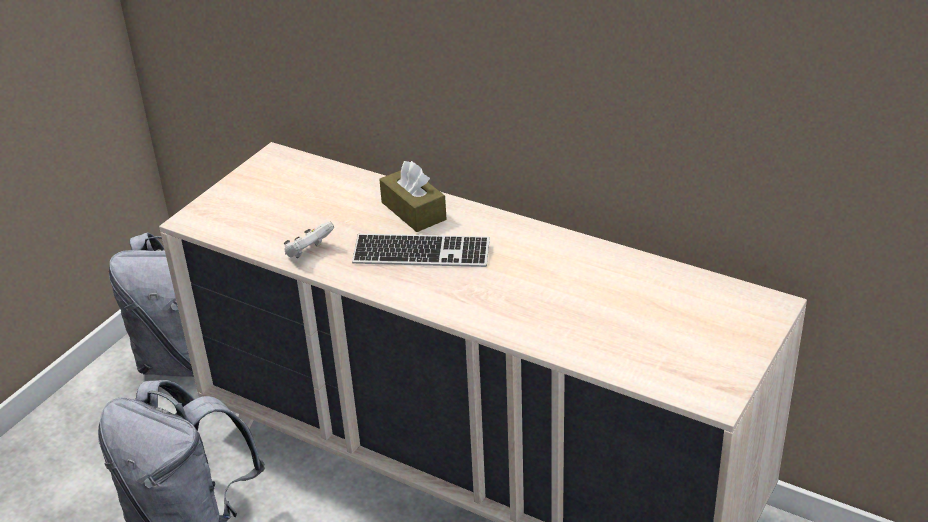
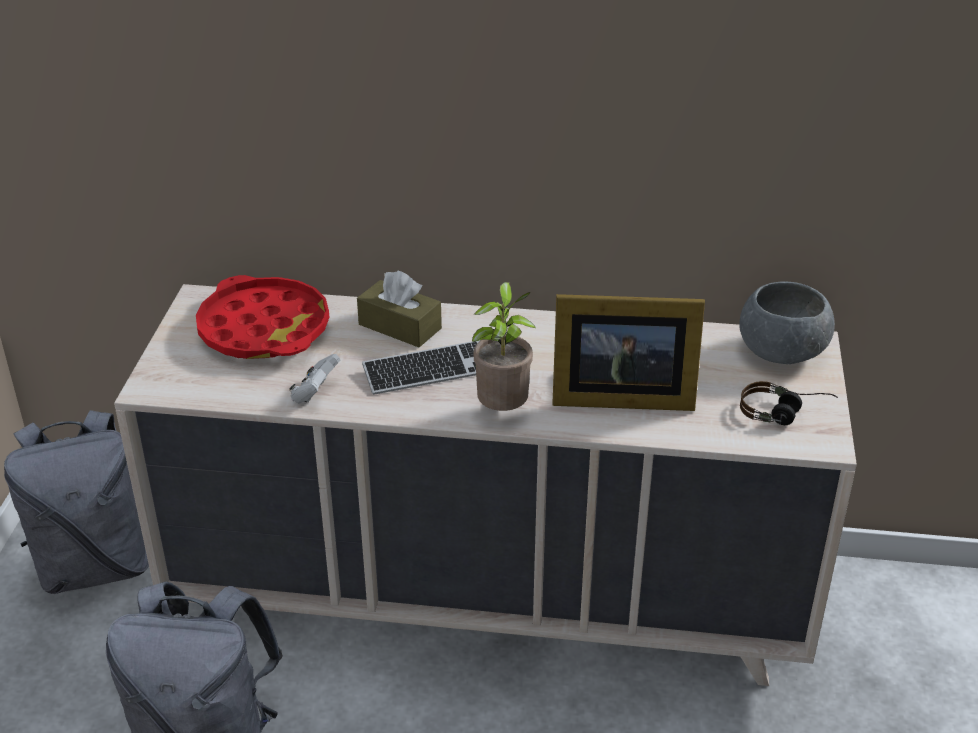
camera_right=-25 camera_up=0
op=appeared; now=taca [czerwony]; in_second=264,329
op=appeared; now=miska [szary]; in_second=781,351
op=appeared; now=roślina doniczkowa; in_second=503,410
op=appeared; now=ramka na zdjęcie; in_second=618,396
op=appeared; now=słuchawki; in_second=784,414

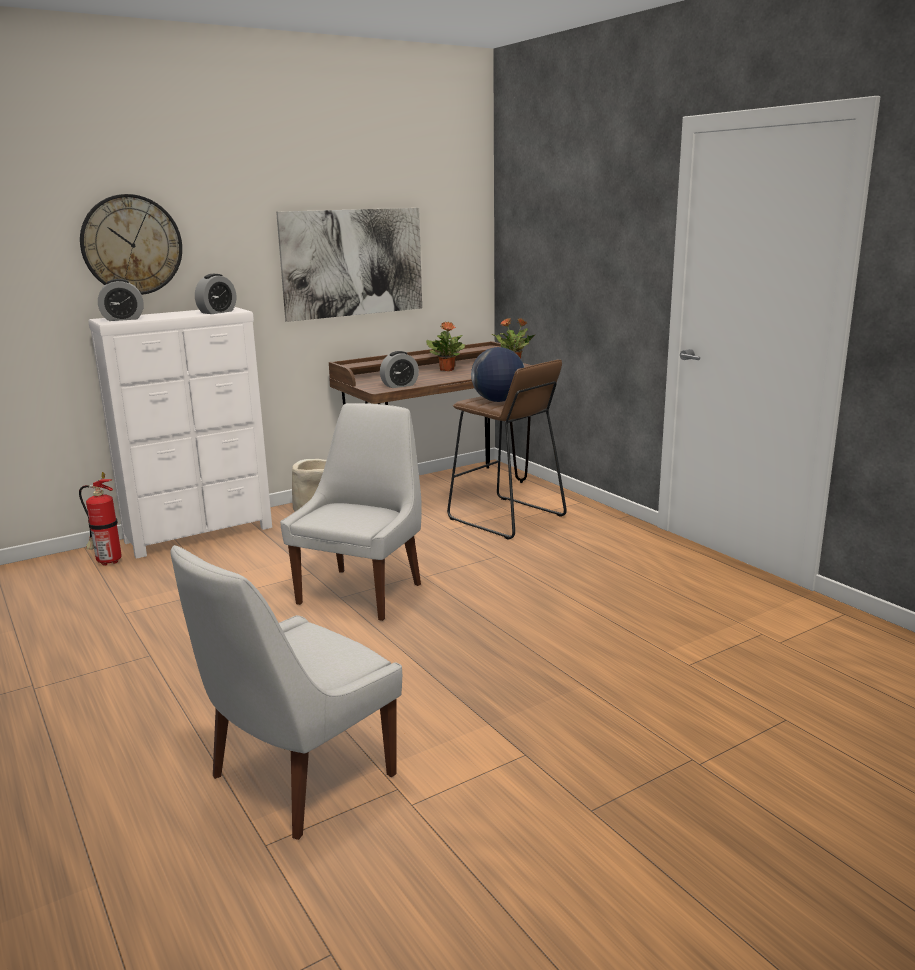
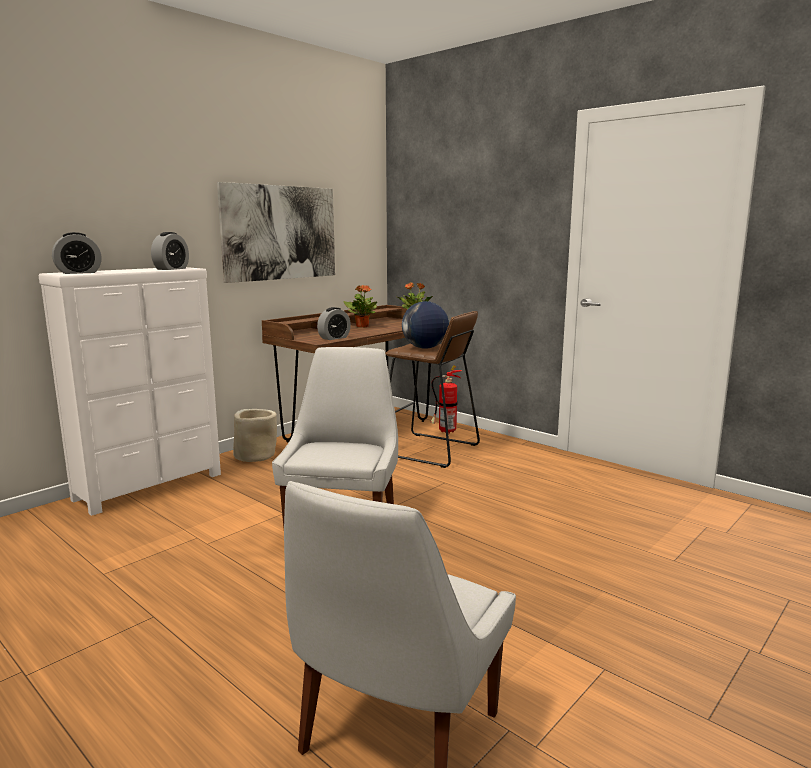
camera_right=-15 camera_up=-5
op=missing; was=zegar ścienny; in_first=131,245
op=relocated; was=gaśnica; in_first=106,562; in_second=445,432

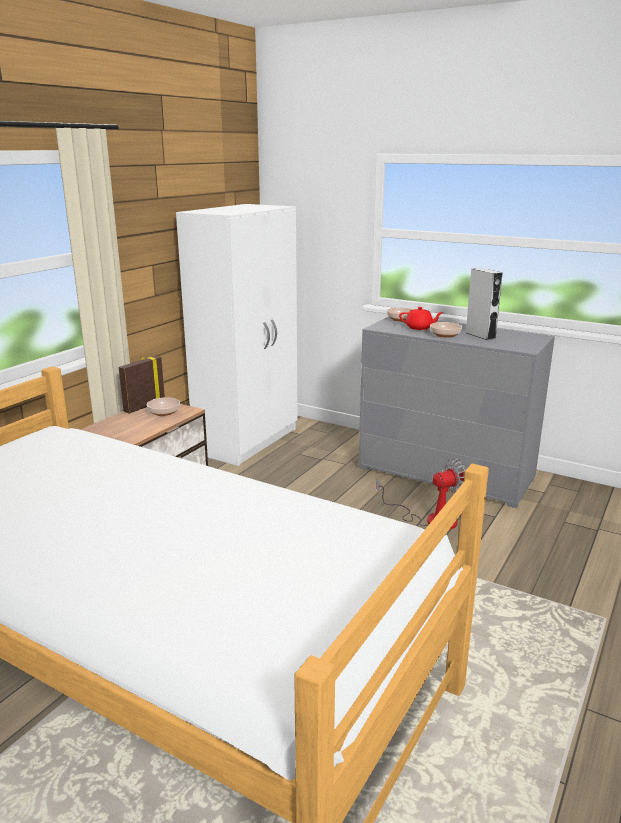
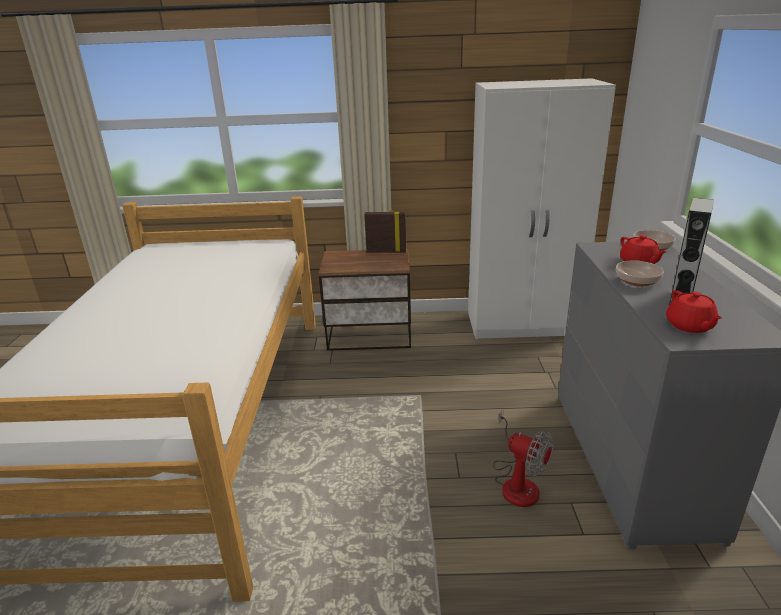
camera_right=60 camera_up=5
op=missing; was=miska; in_first=164,412
op=appeared; now=imbryk [czerwony]; in_second=690,326

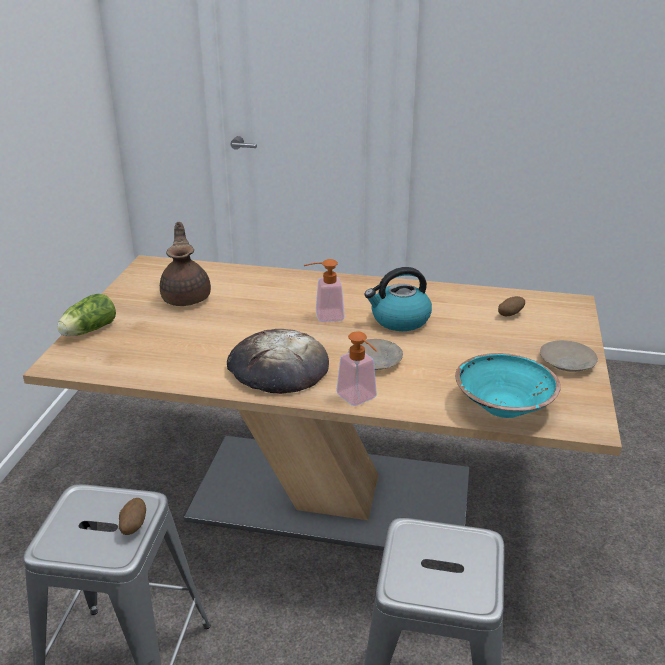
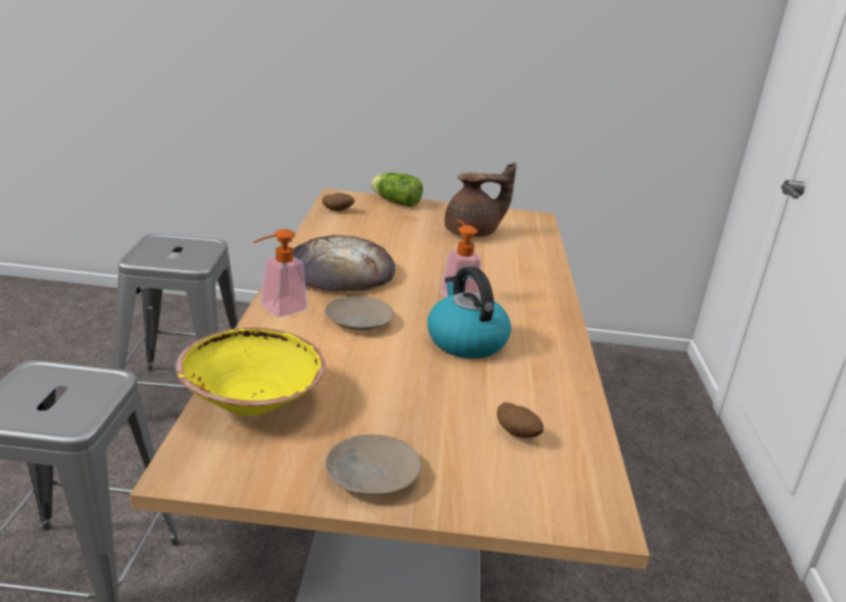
camera_right=80 camera_up=-5
op=colour; was=miska [turkusowy]; now=miska [żółty]; in_first=503,406; in_second=251,400
op=relocated; was=ziemniak; in_first=133,526; in_second=338,211

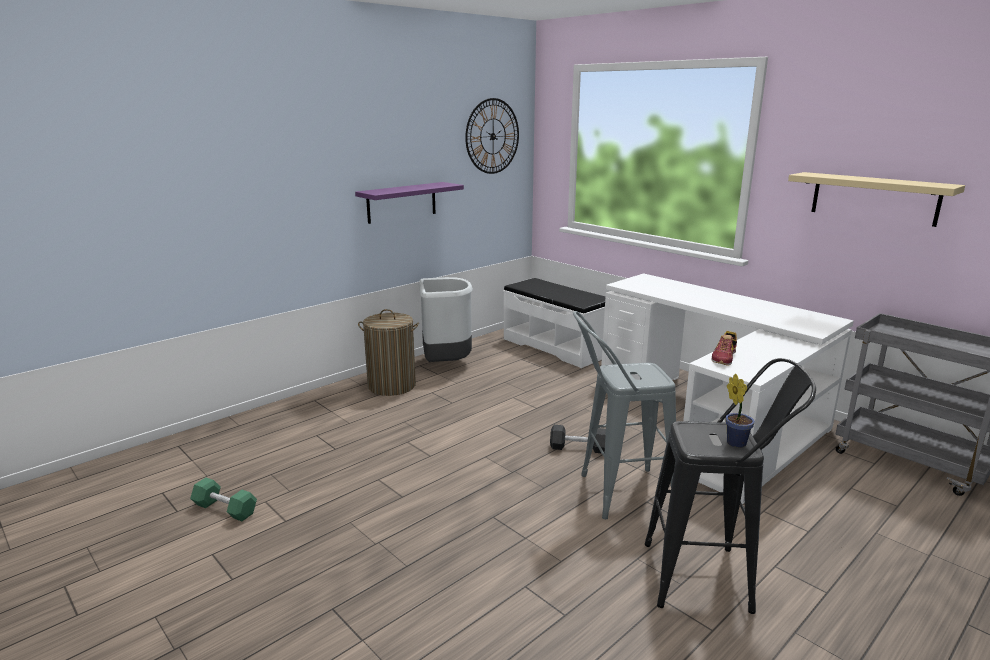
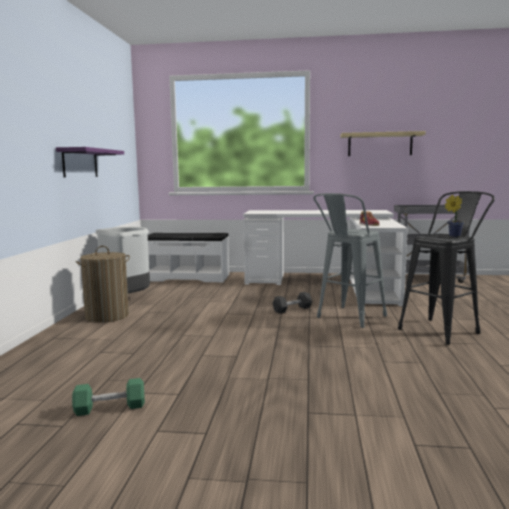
camera_right=-40 camera_up=-10
op=missing; was=zegar ścienny; in_first=492,136

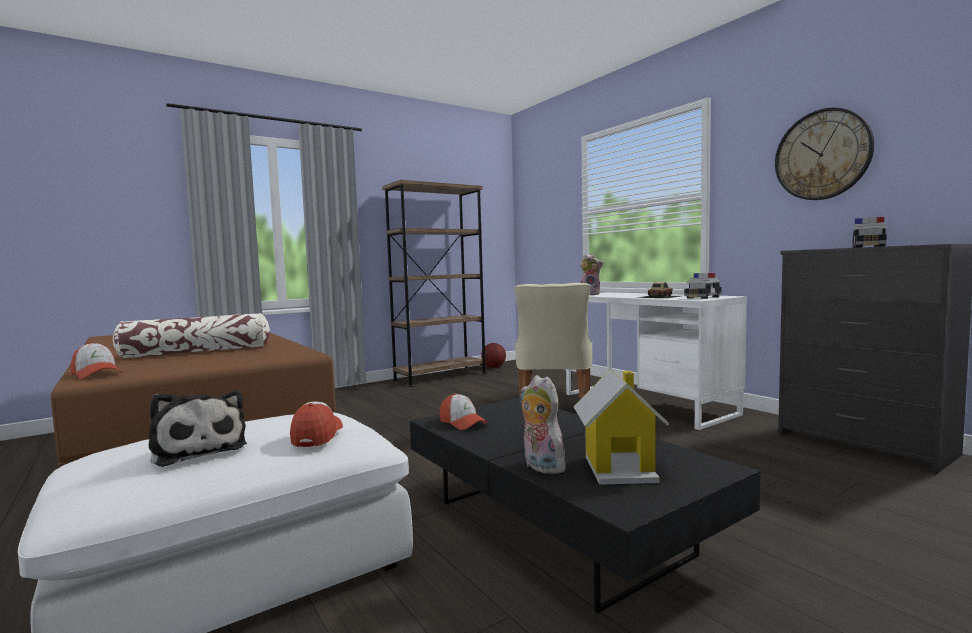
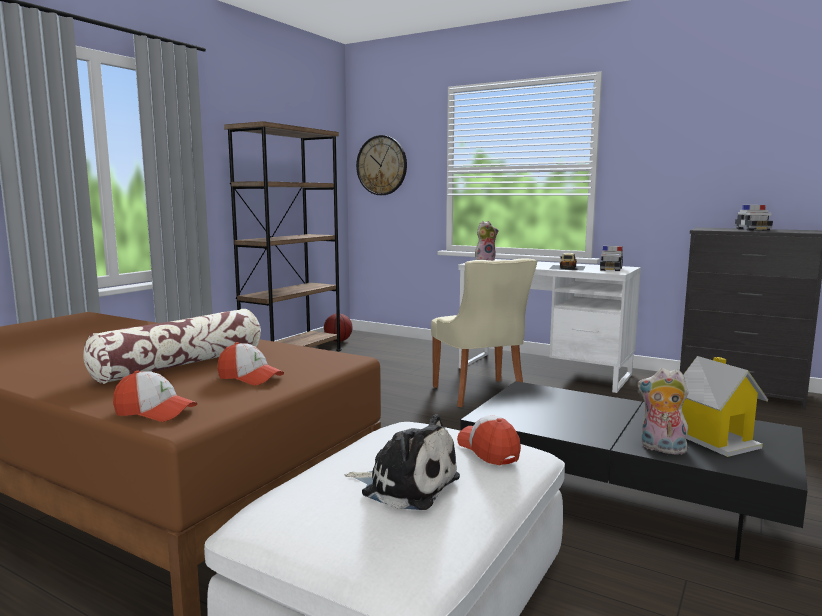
camera_right=-25 camera_up=5
op=relocated; was=zegar ścienny; in_first=822,155; in_second=382,165
op=relocated; was=czapka z daszkiem; in_first=462,423; in_second=250,378

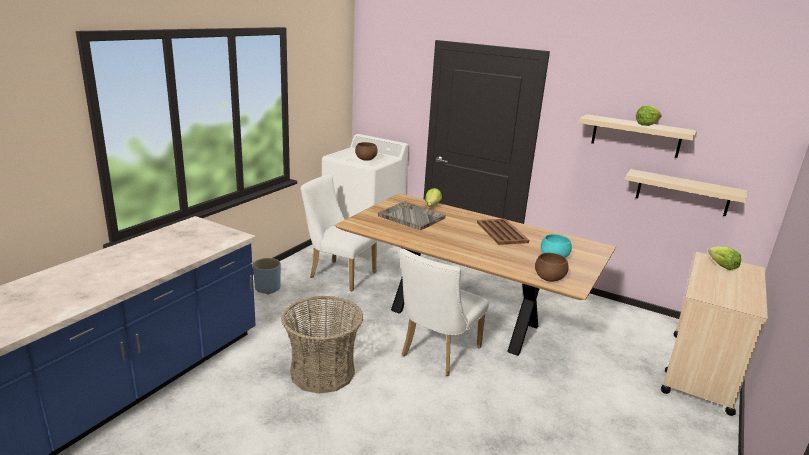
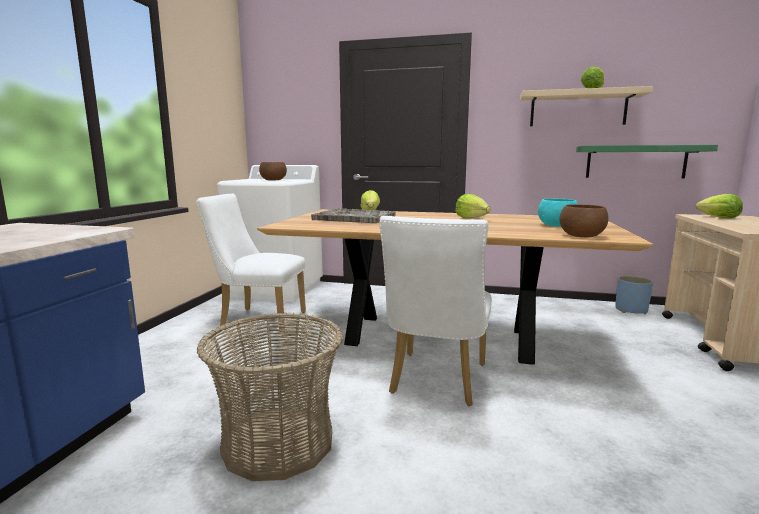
camera_right=-15 camera_up=-10
op=colour; was=półka [beżowy]; now=półka [zielony]; in_first=682,192; in_second=635,162
op=exchanged; was=taca [brązowy]; now=sałata; in_first=501,232; in_second=471,218
op=relocated; was=donica [niebieski]; in_first=267,288; in_second=631,310

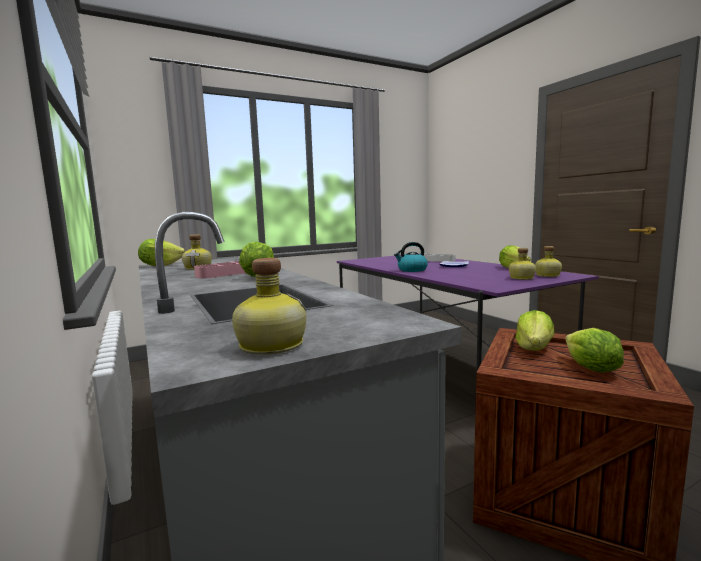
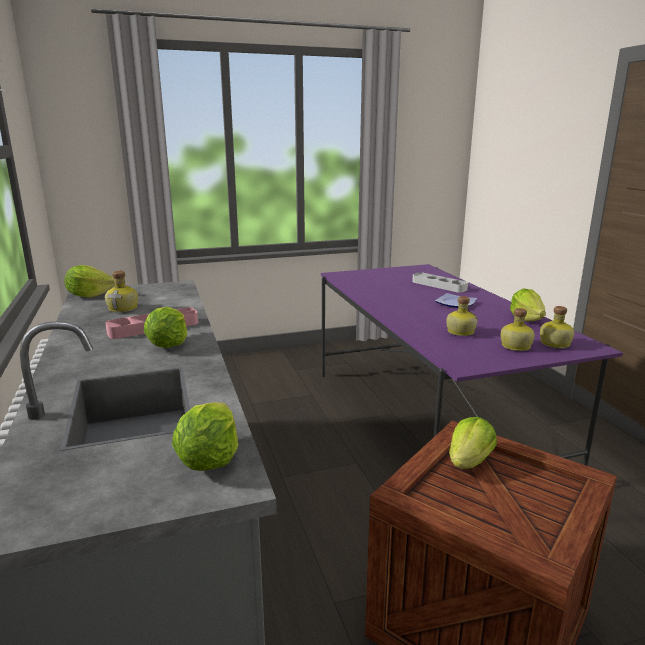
camera_right=10 camera_up=10
op=missing; was=czajnik; in_first=412,270
op=relocated; was=butelka; in_first=269,345; in_second=459,332
op=relocated; was=sałata; in_first=590,369; in_second=209,459

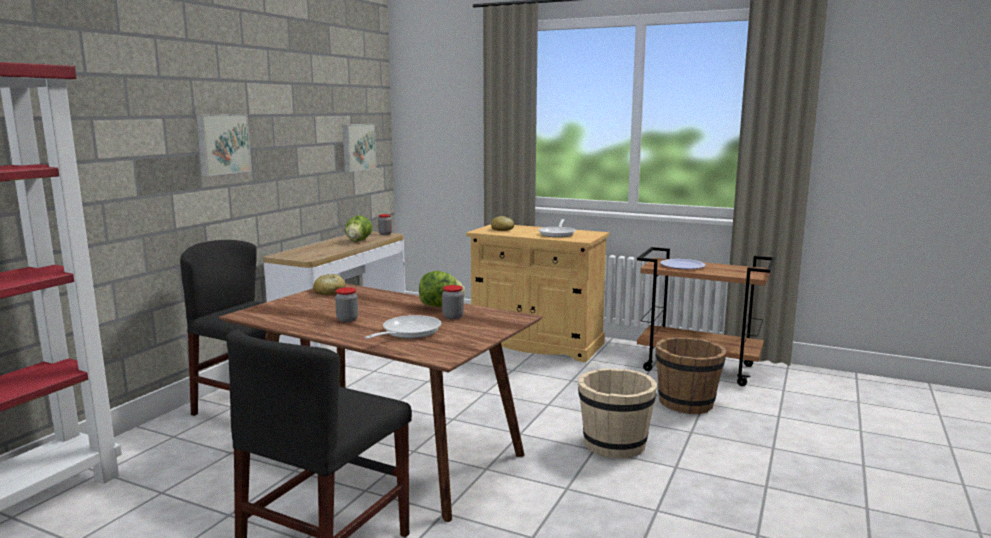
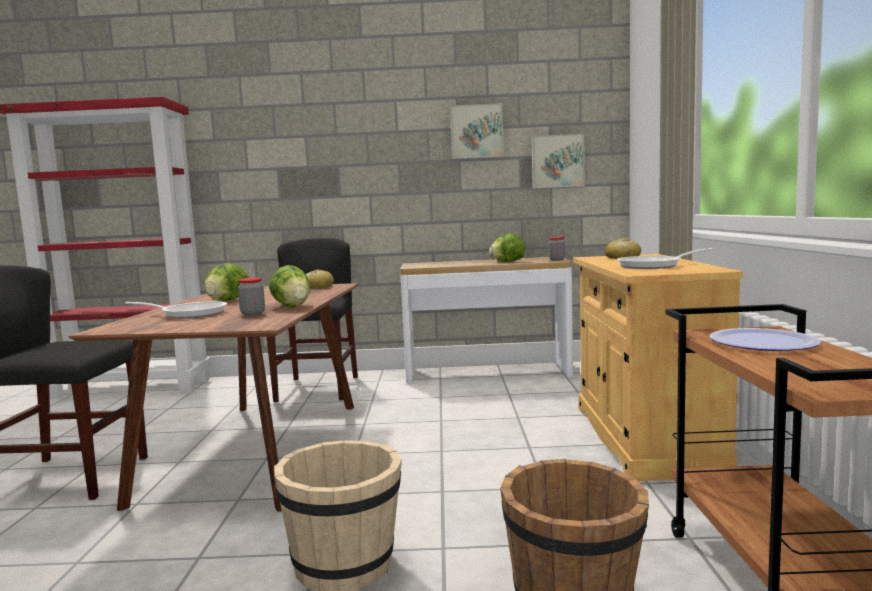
camera_right=65 camera_up=-5
op=relocated; was=obraz; in_first=222,144; in_second=476,131
op=exchanged; was=słoik; now=sałata; in_first=347,319; in_second=227,301

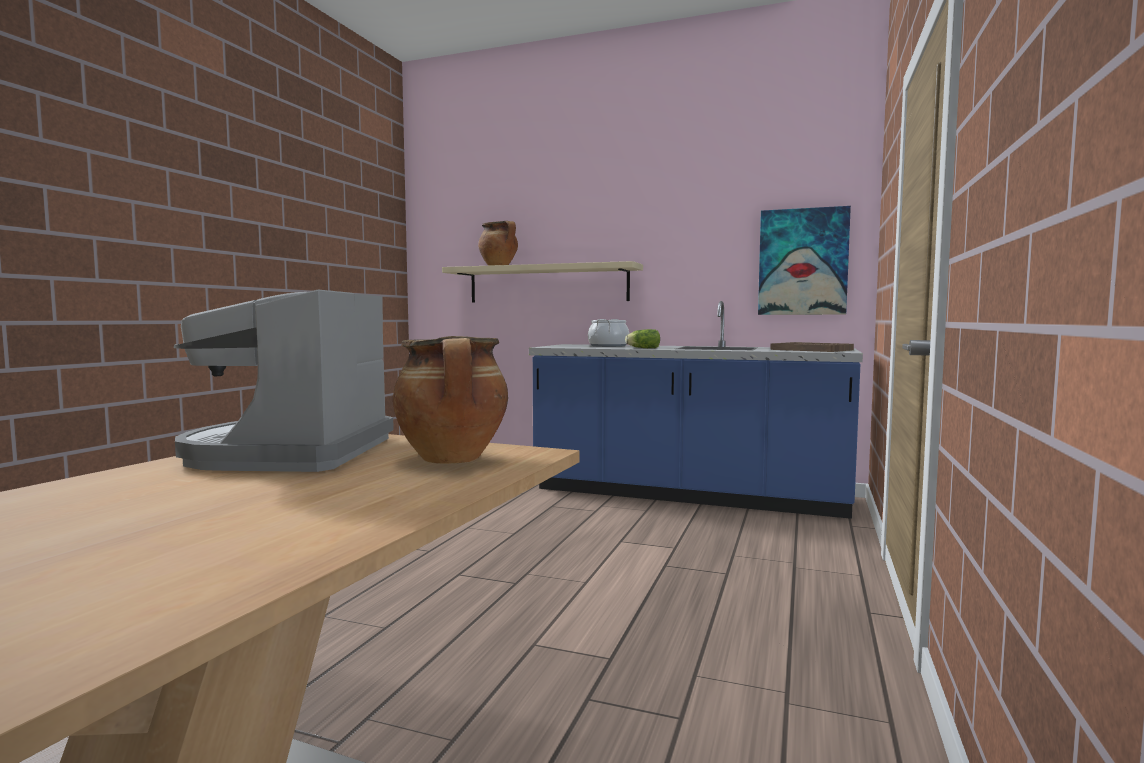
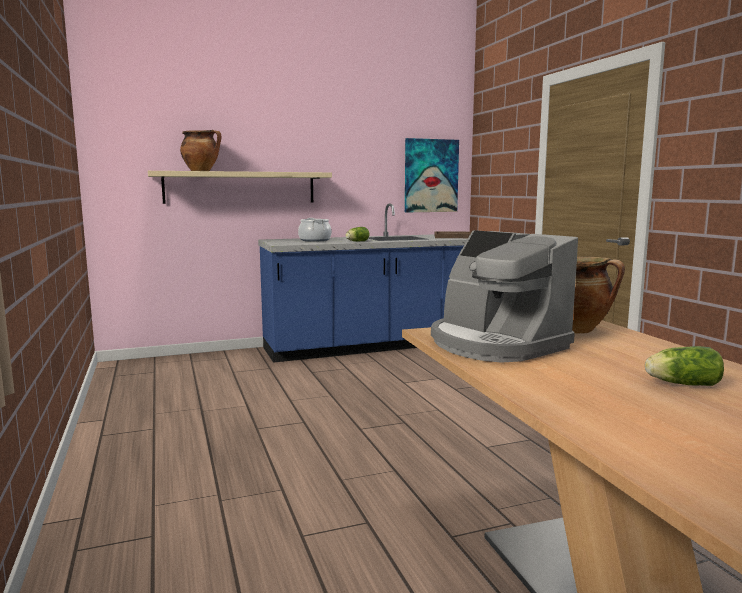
camera_right=-40 camera_up=5
op=appeared; now=sałata; in_second=680,384

